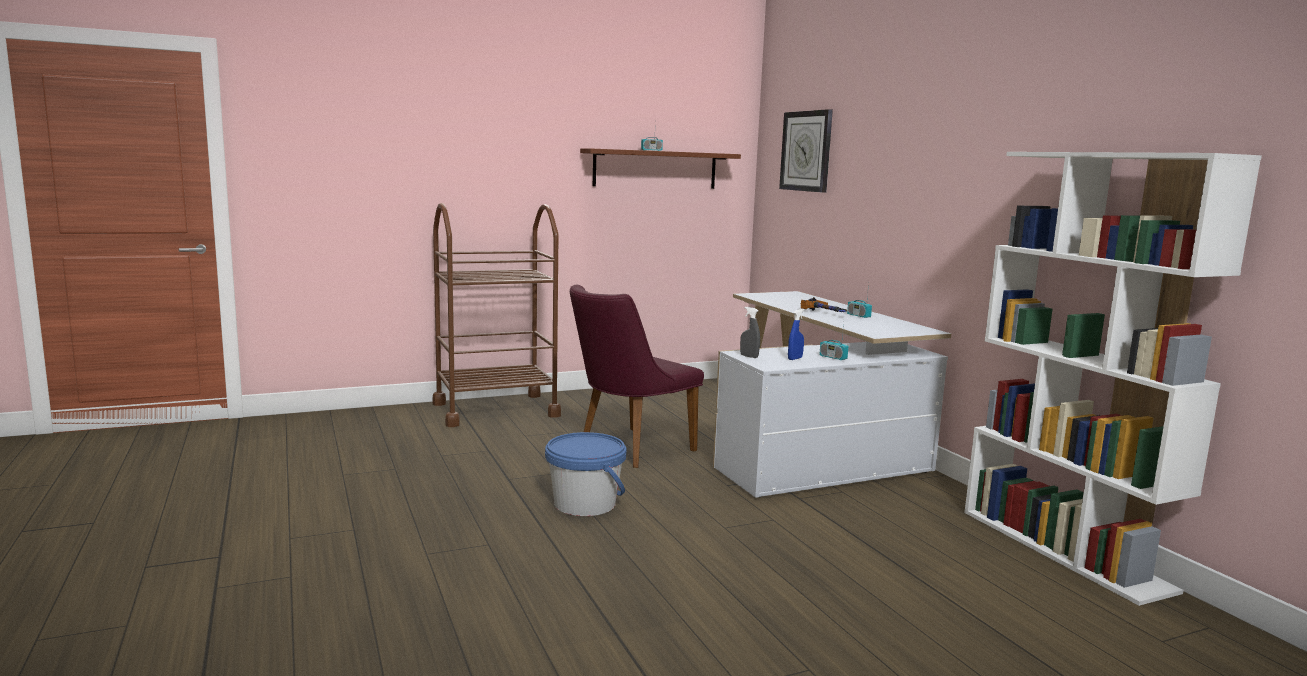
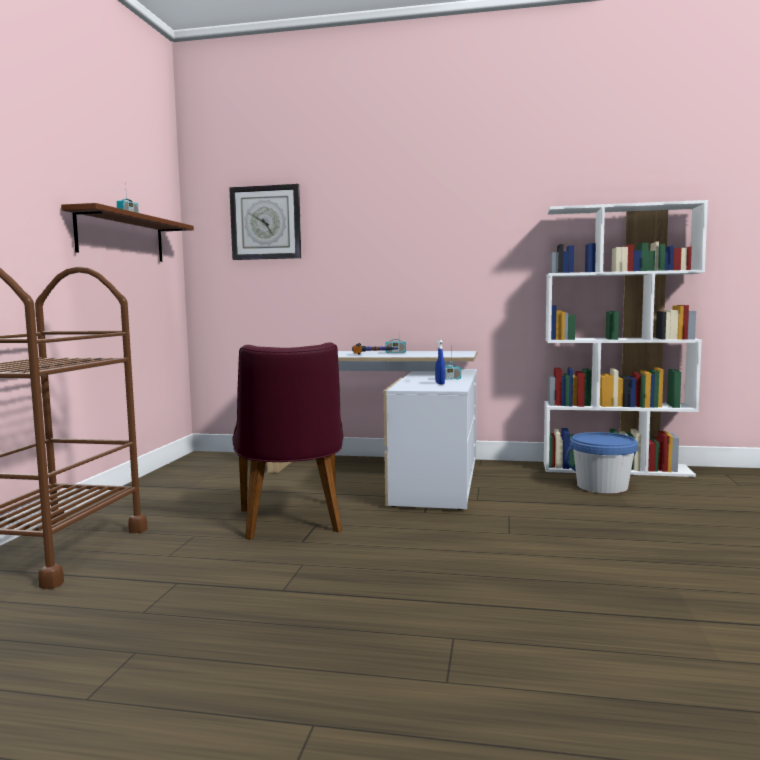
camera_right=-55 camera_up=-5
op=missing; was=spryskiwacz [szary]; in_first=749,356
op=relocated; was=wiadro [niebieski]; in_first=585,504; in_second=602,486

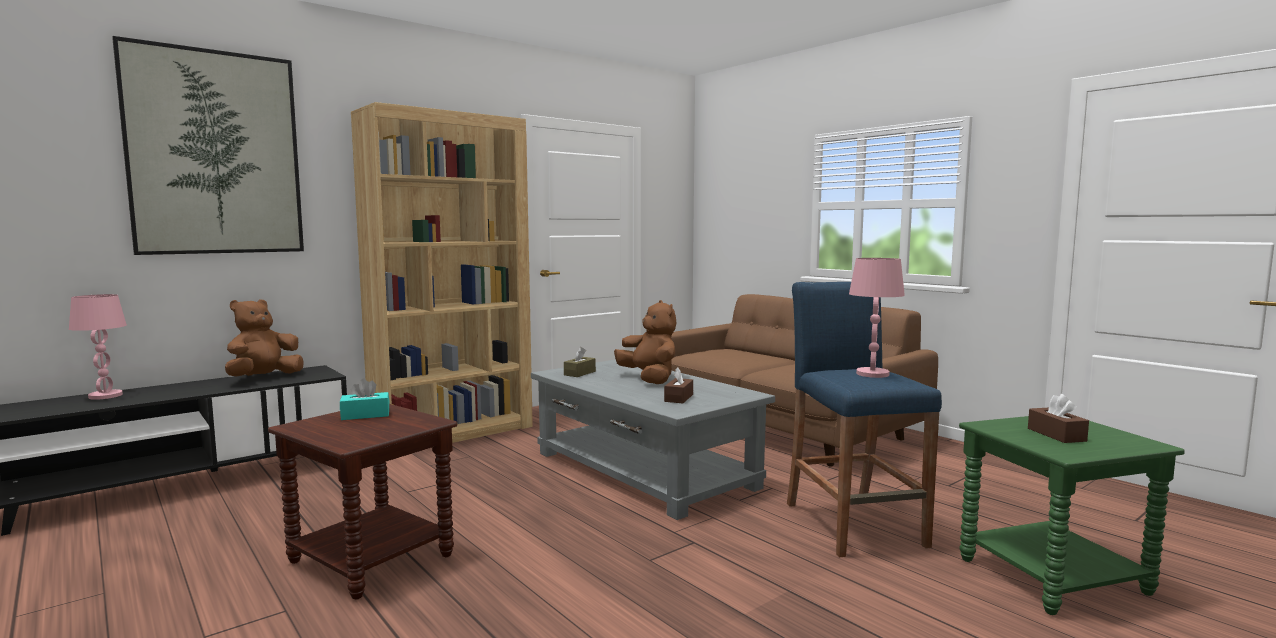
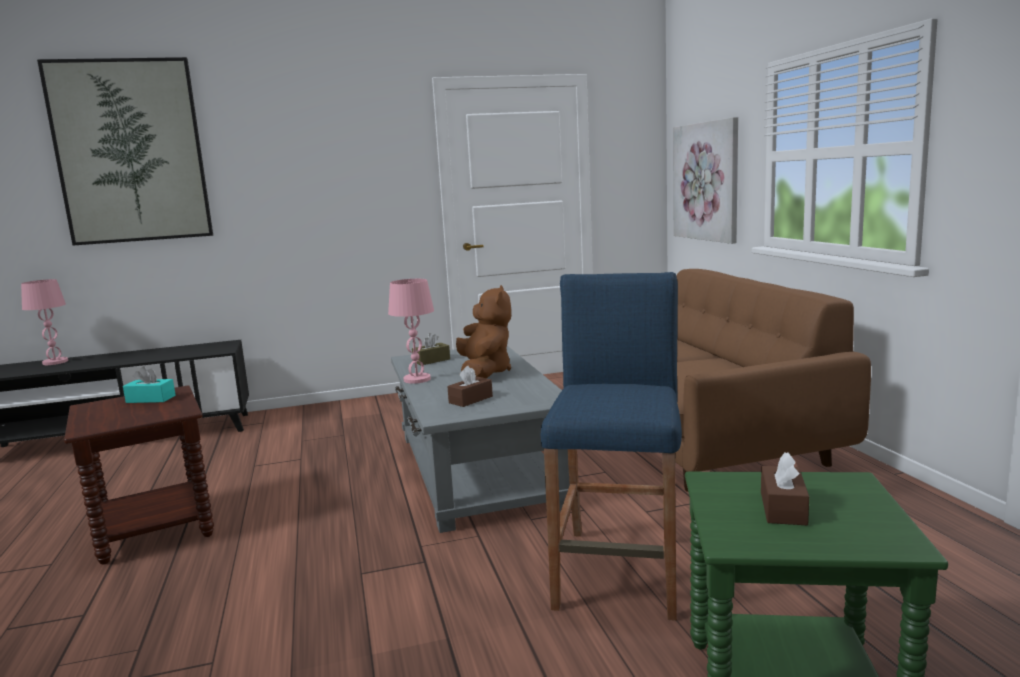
camera_right=25 camera_up=5
op=missing; was=regał [brązowy]; in_first=453,432
op=relocated; was=lampa stołowa [różowy]; in_first=872,374; in_second=417,379
op=missing; was=pluszak [brązowy]; in_first=264,377
op=appeared; now=obraz; in_second=705,181

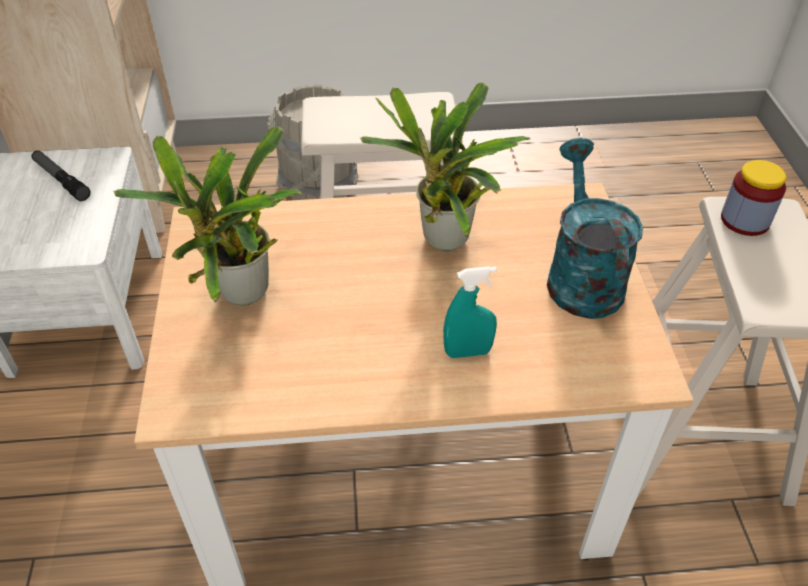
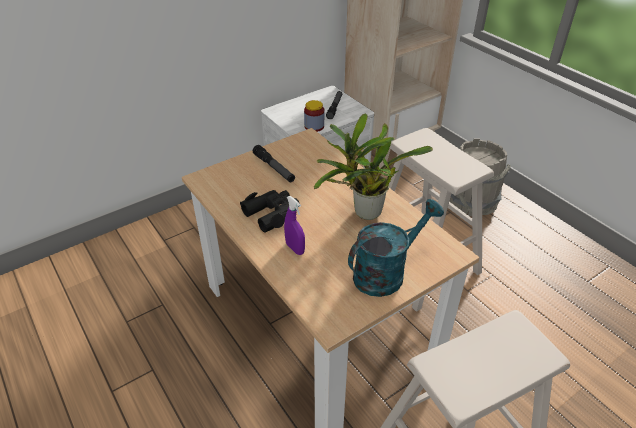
camera_right=60 camera_up=-5
op=exchanged; was=roślina doniczkowa; now=latarka; in_first=241,297; in_second=274,168
op=relocated; was=słoik; in_first=745,220; in_second=314,126
op=colour; was=spryskiwacz [turkusowy]; now=spryskiwacz [fioletowy]; in_first=467,352; in_second=295,248
op=appeared; now=lornetka [czarny]; in_second=272,213

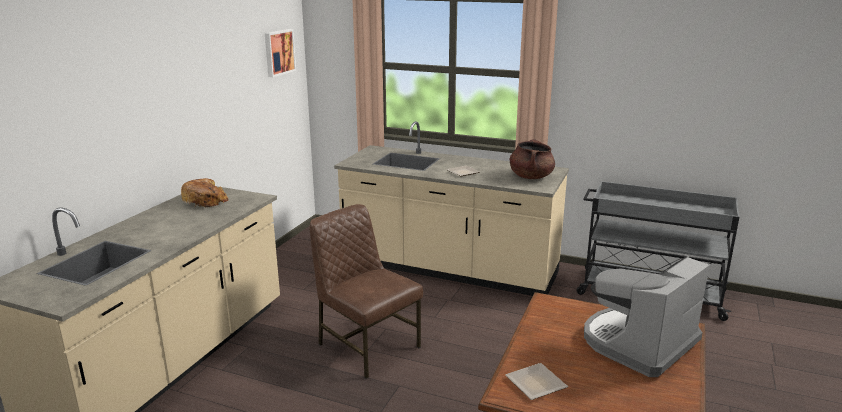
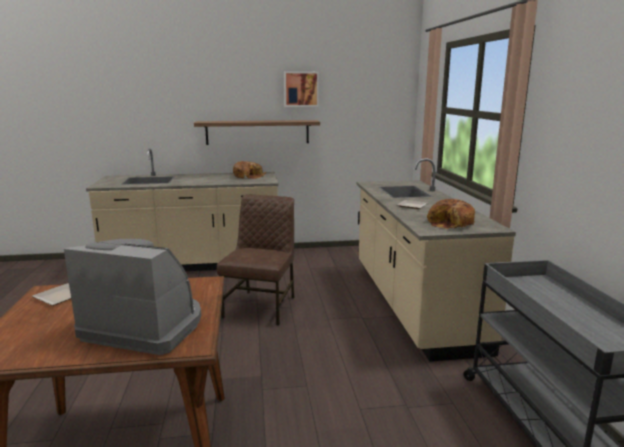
camera_right=60 camera_up=-5
op=relocated; was=obraz; in_first=278,52; in_second=301,89
op=exchanged; was=garnek [brązowy]; now=chleb; in_first=531,177; in_second=451,223
op=appeared; now=półka; in_second=257,132

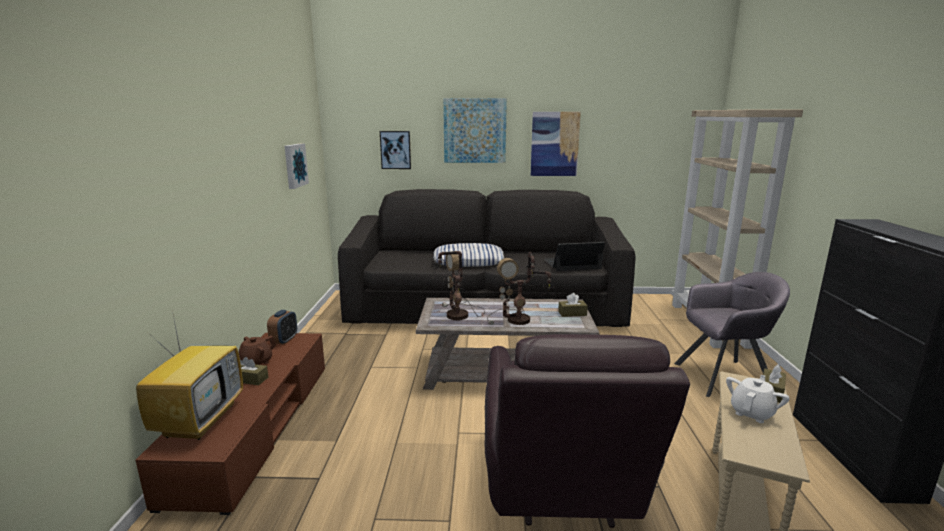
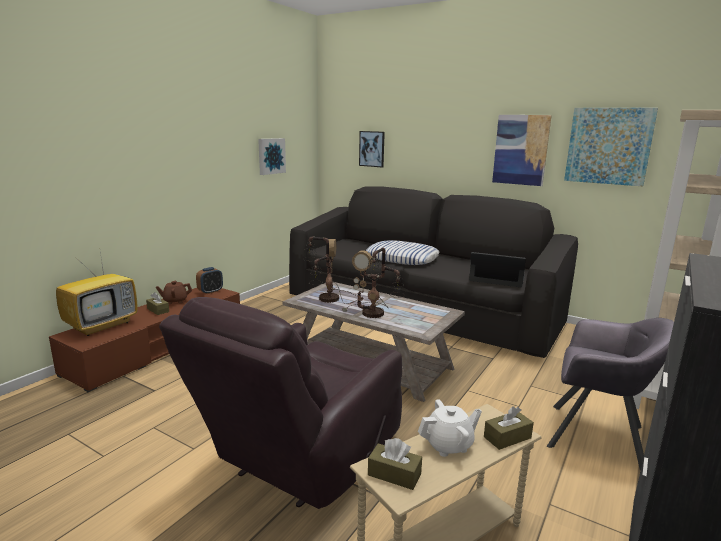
camera_right=30 camera_up=0
op=relocated; was=obraz; in_first=474,130; in_second=608,146
op=relocated; was=pudełko chusteczek [brązowy]; in_first=572,313; in_second=394,474

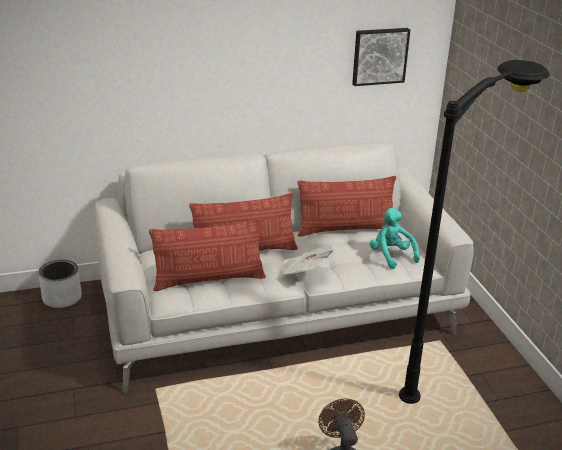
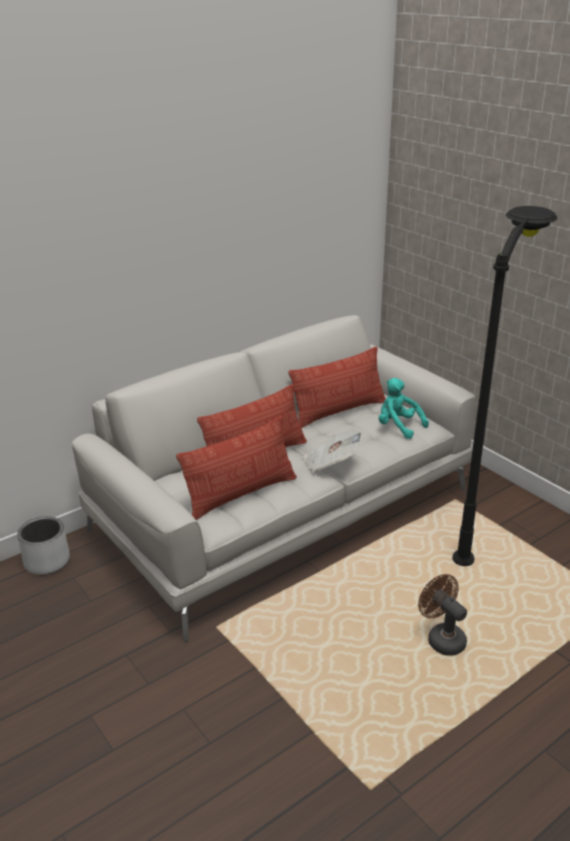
camera_right=-20 camera_up=0
op=missing; was=obraz; in_first=379,56

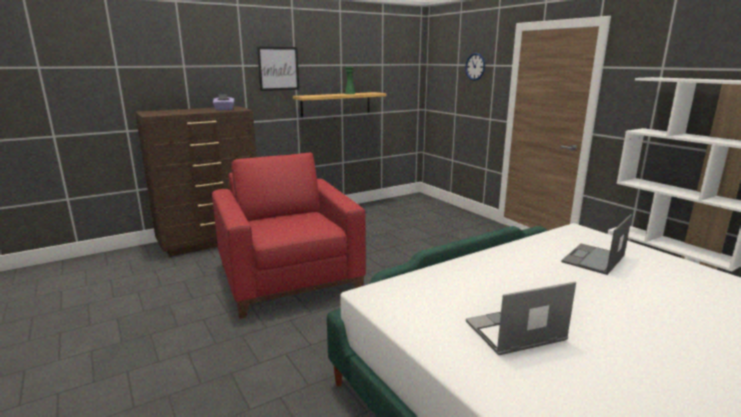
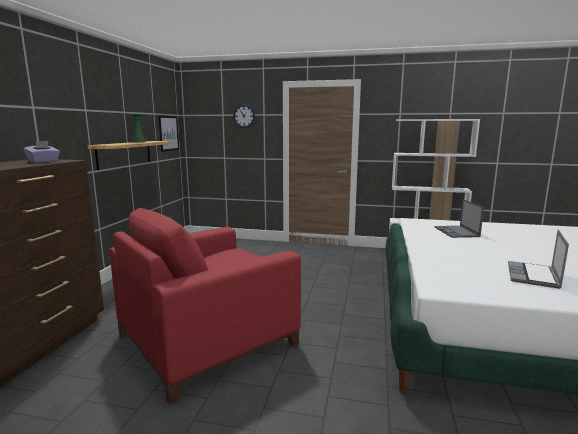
camera_right=-45 camera_up=-5
op=relocated; was=obraz; in_first=278,68; in_second=168,133
op=spun; was=fotel [czerwony]; in_first=290,278; in_second=208,338; clockwise=-60

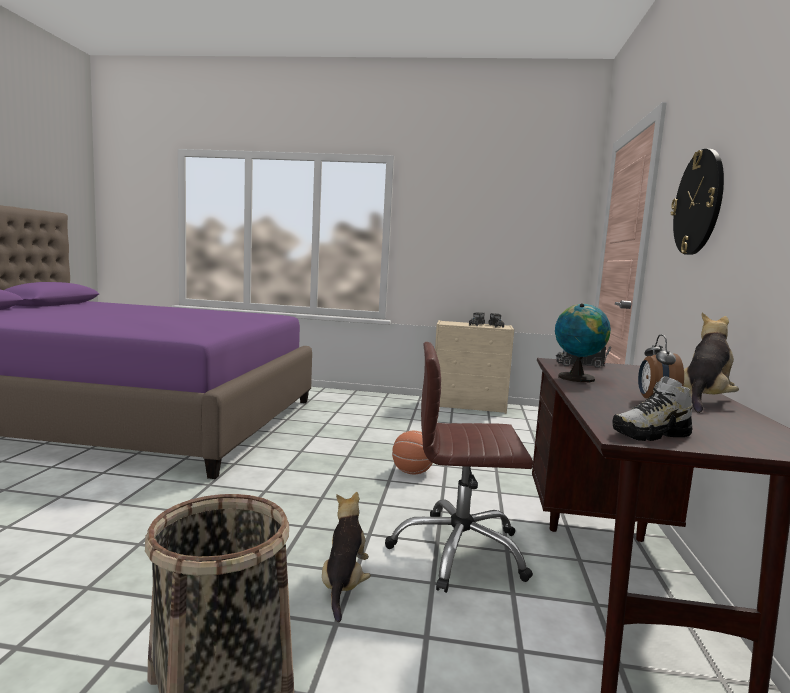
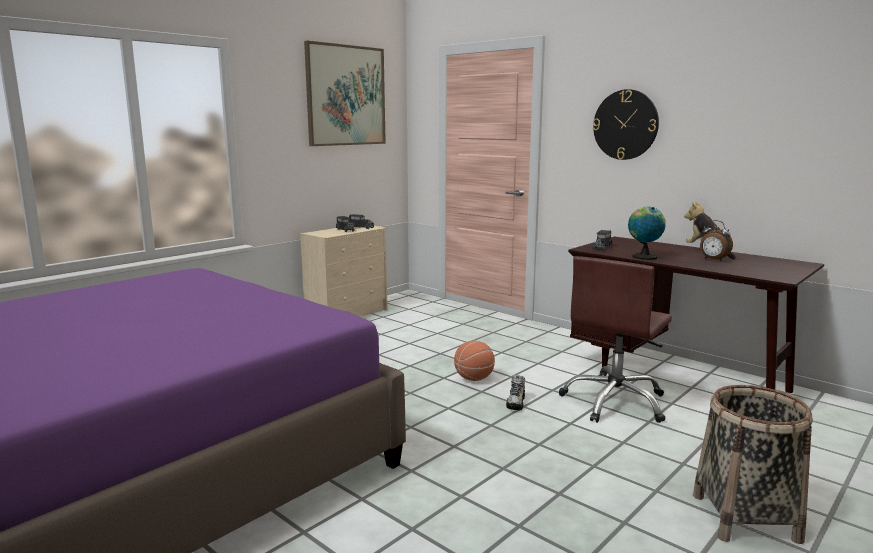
camera_right=-55 camera_up=5
op=relocated; was=but; in_first=651,434; in_second=516,403
op=missing; was=pluszak; in_first=344,584
op=appeared; now=obraz; in_second=346,95

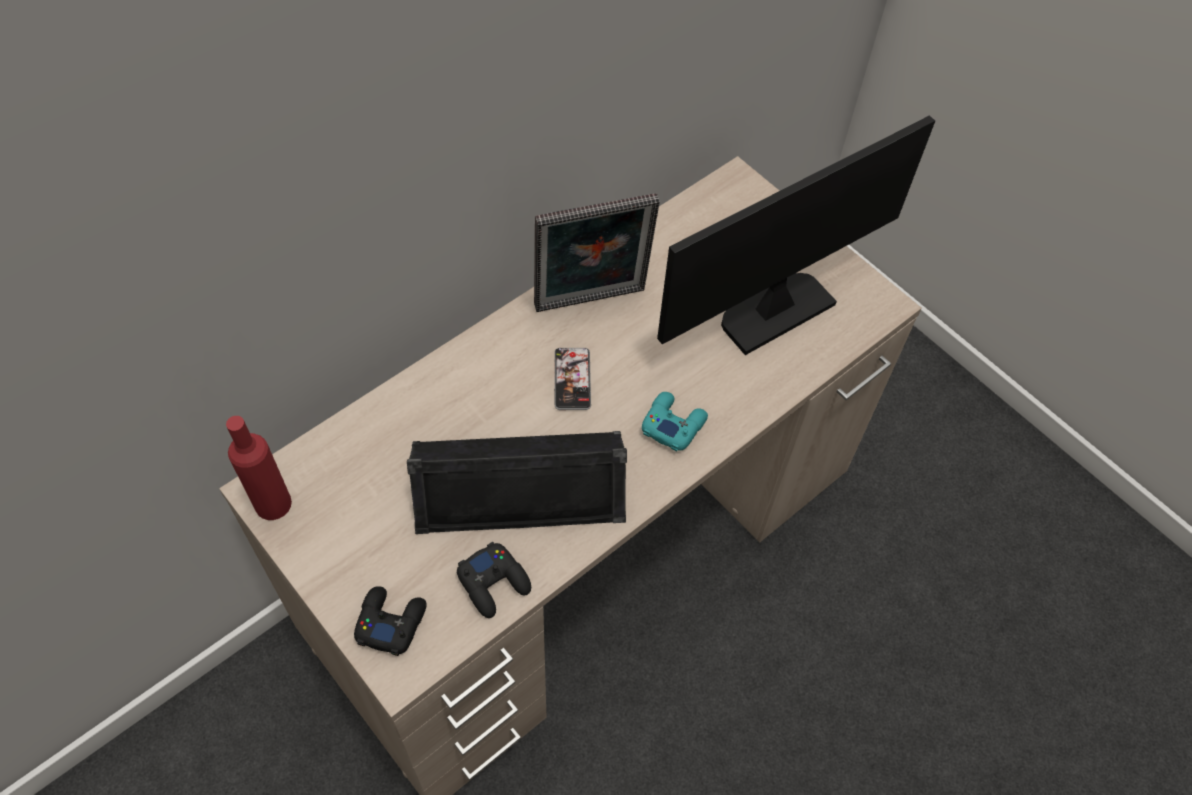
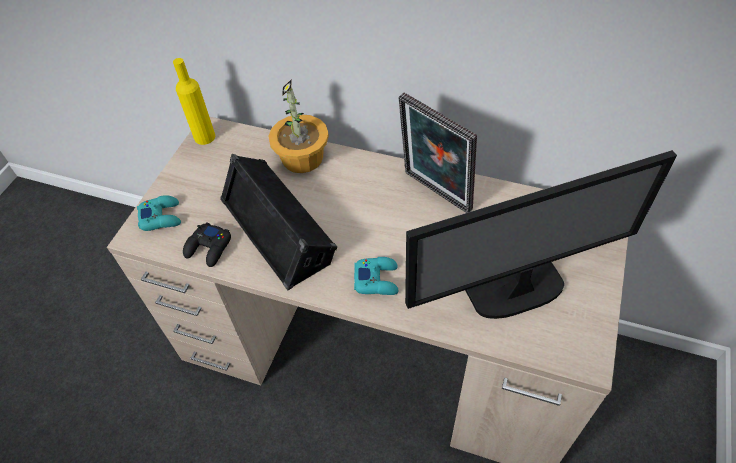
camera_right=65 camera_up=-5
op=spun; was=monitor; in_first=773,310; in_second=516,292; clockwise=135
op=missing; was=telefon; in_first=572,379
op=colour; was=butelka [czerwony]; now=butelka [żółty]; in_first=273,503; in_second=204,137
op=colour; was=pad do gier [czarny]; now=pad do gier [turkusowy]; in_first=390,622; in_second=161,217
op=appeared; now=roślina doniczkowa; in_second=303,158

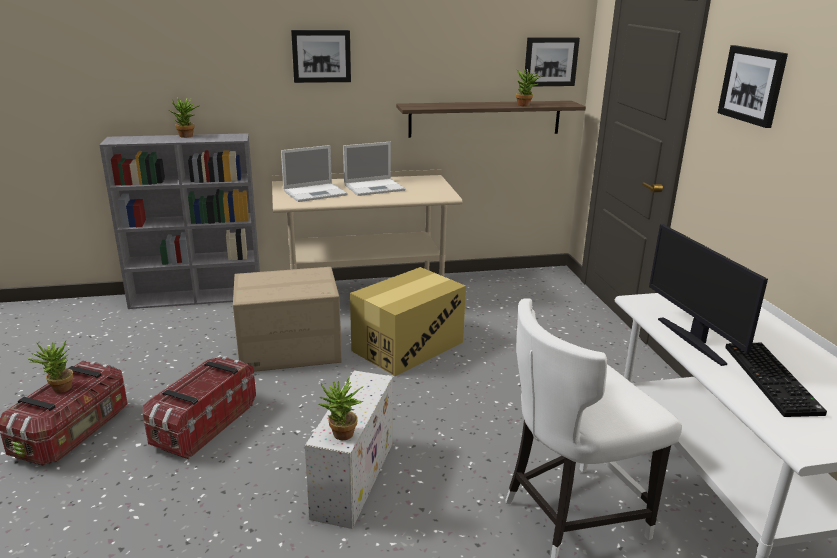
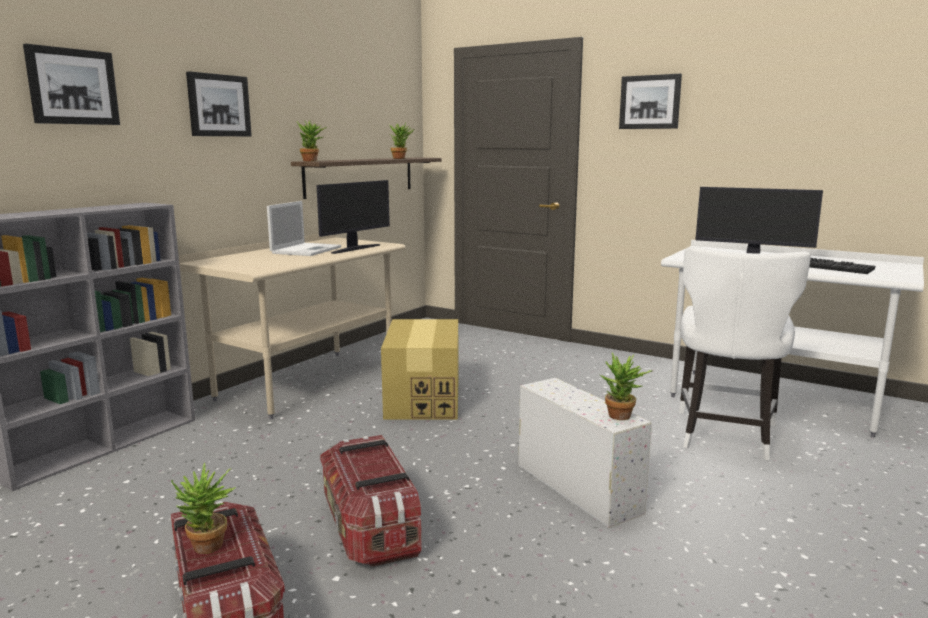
camera_right=-45 camera_up=-10
op=relocated; was=obraz; in_first=550,61; in_second=72,87
op=relocated; was=roślina doniczkowa; in_first=187,136; in_second=312,161
op=missing; was=laptop; in_first=316,192
op=missing; was=karton; in_first=289,350
op=appeared; now=monitor; in_second=355,249

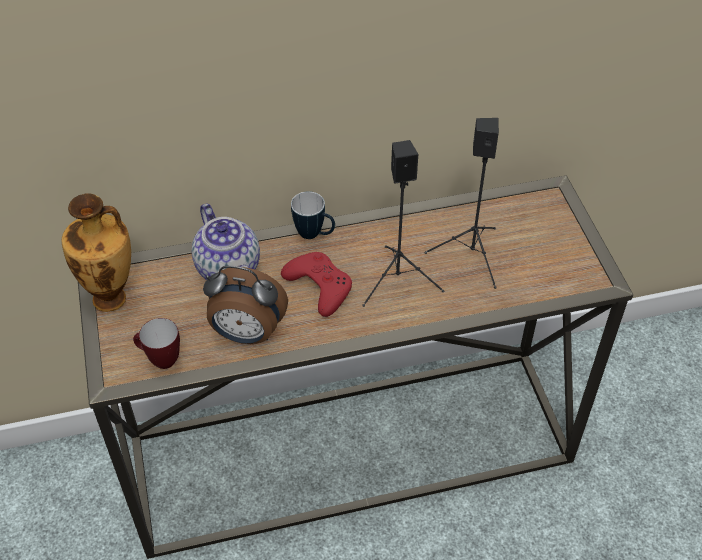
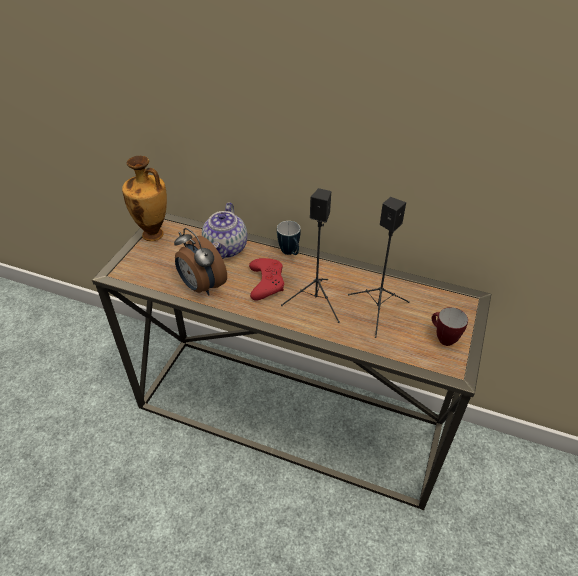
camera_right=35 camera_up=-5
op=relocated; was=kubek; in_first=160,360; in_second=442,338

